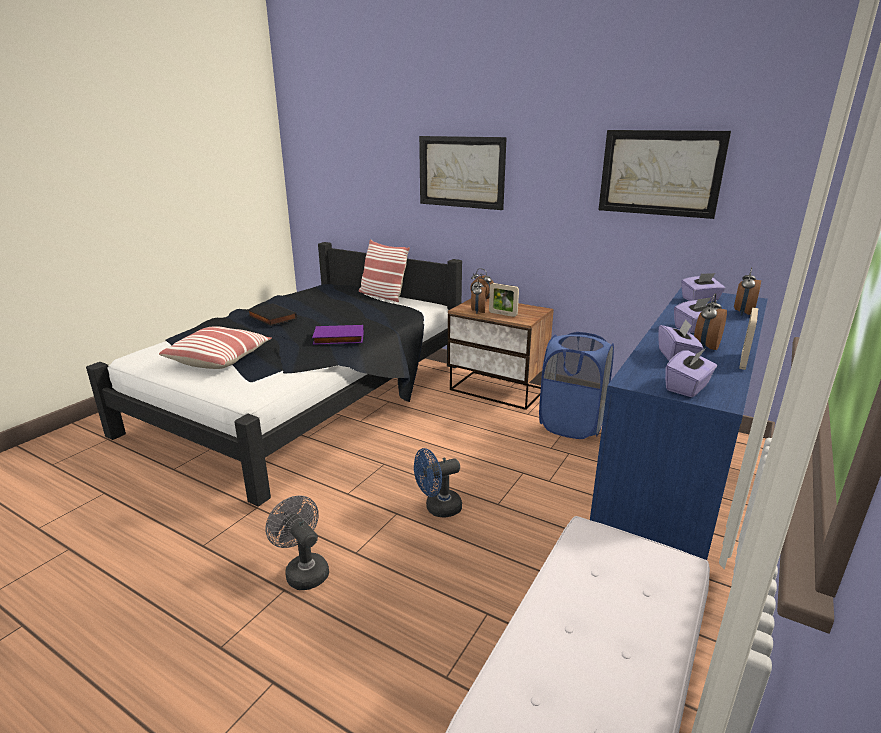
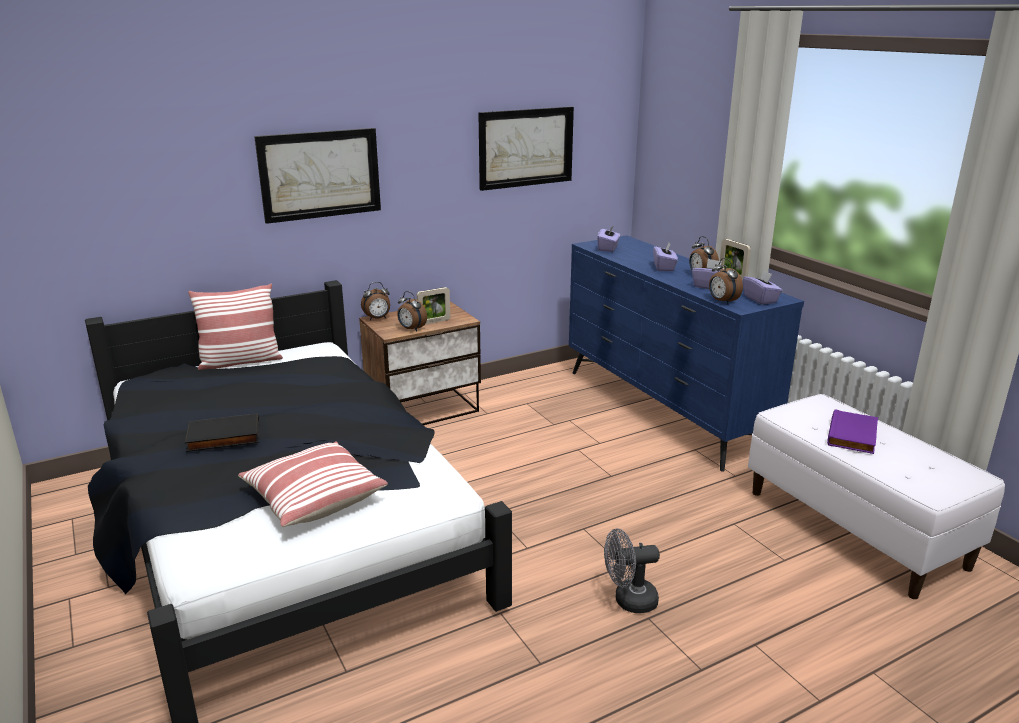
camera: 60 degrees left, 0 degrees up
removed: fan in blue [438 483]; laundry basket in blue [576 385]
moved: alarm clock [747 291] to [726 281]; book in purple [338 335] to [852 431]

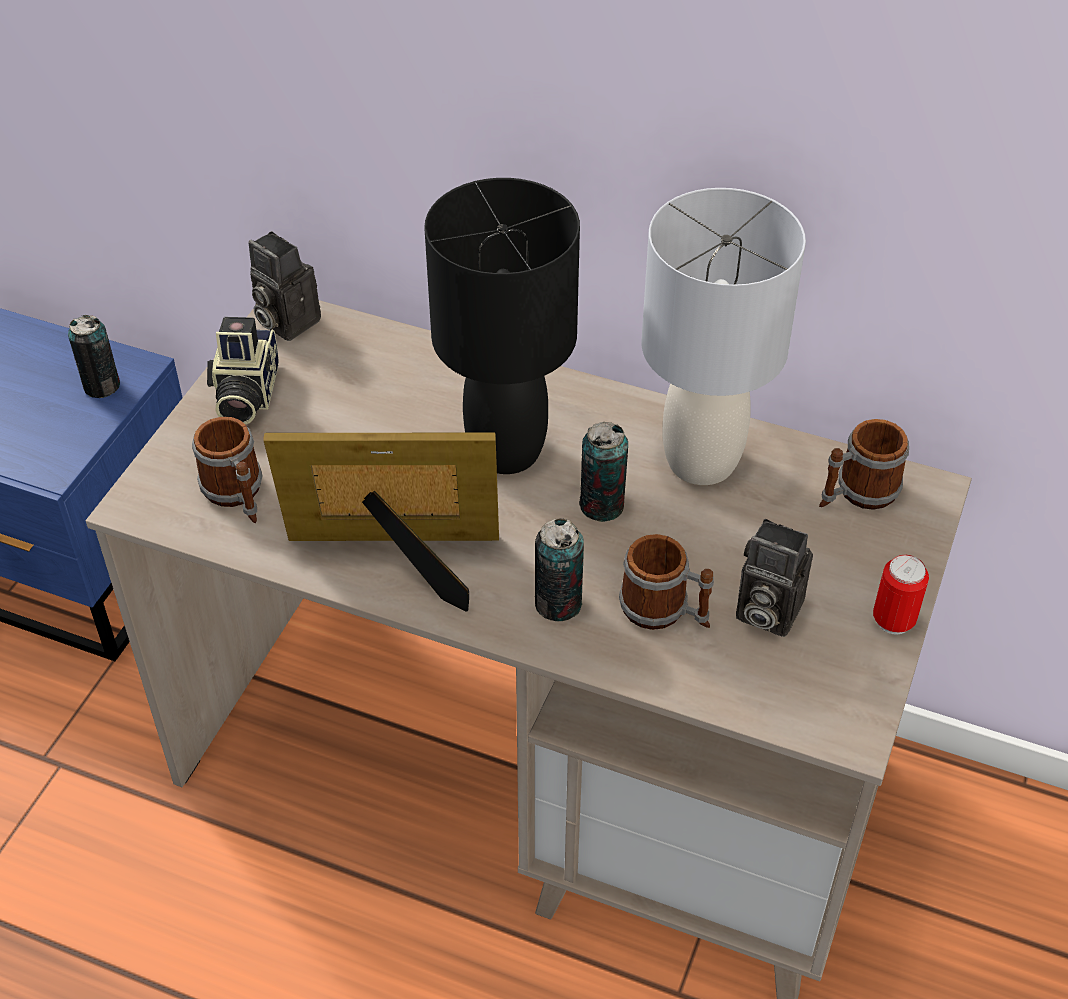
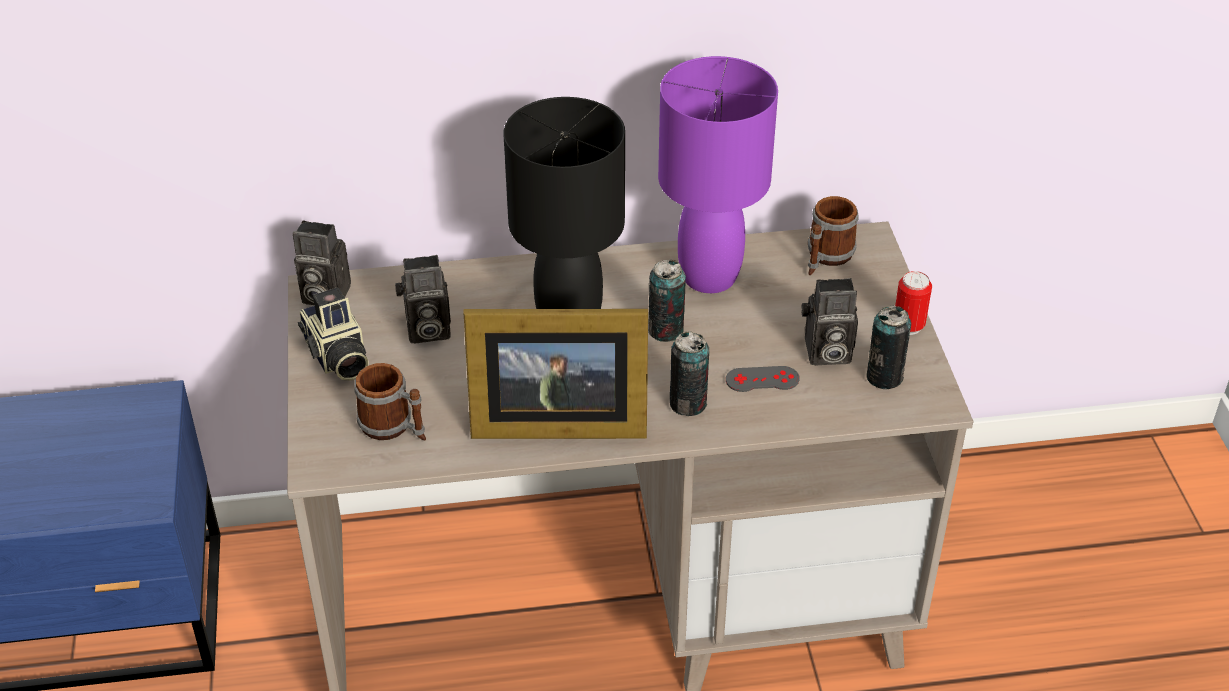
camera: 30 degrees left, 5 degrees down
added: photo camera [423 299]
moved: can [94 356] to [888 348]
replaced: mug [666 582] to game controller in grey [763 379]
recoloured: table lamp in grey [723 336] to table lamp in purple [718 174]
turned: picture frame [381 522] = [555 374] 150 degrees counterclockwise

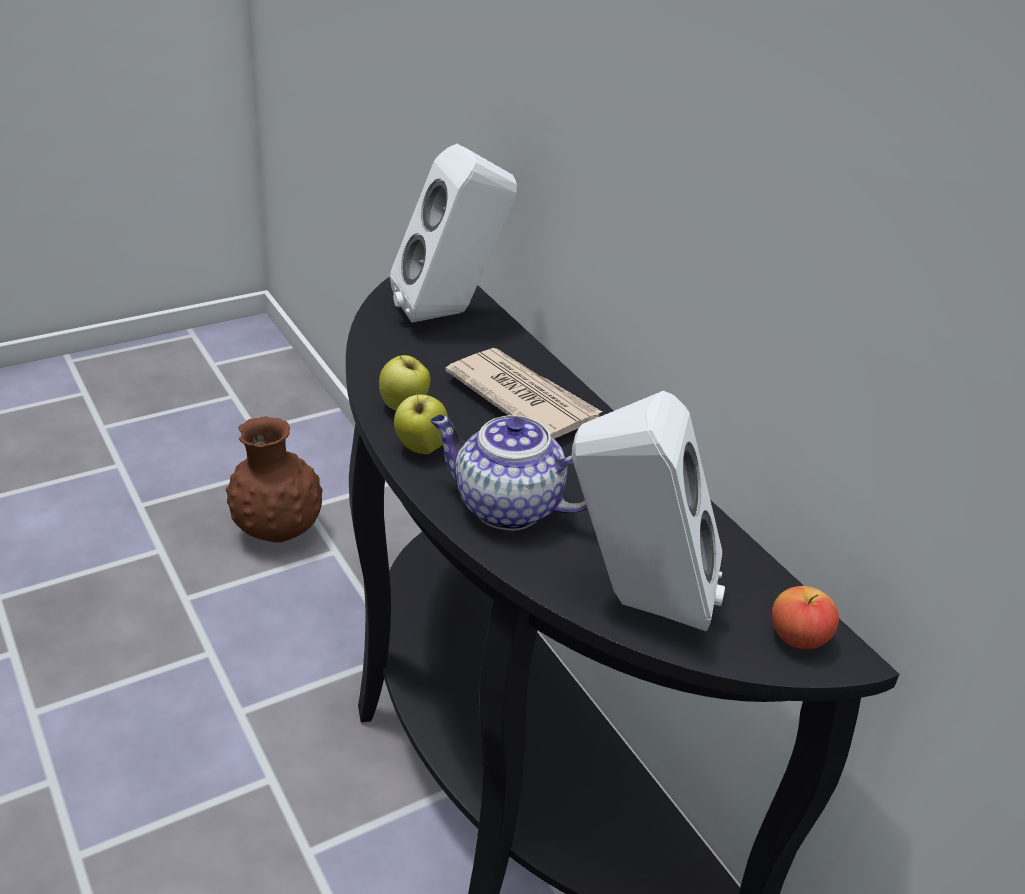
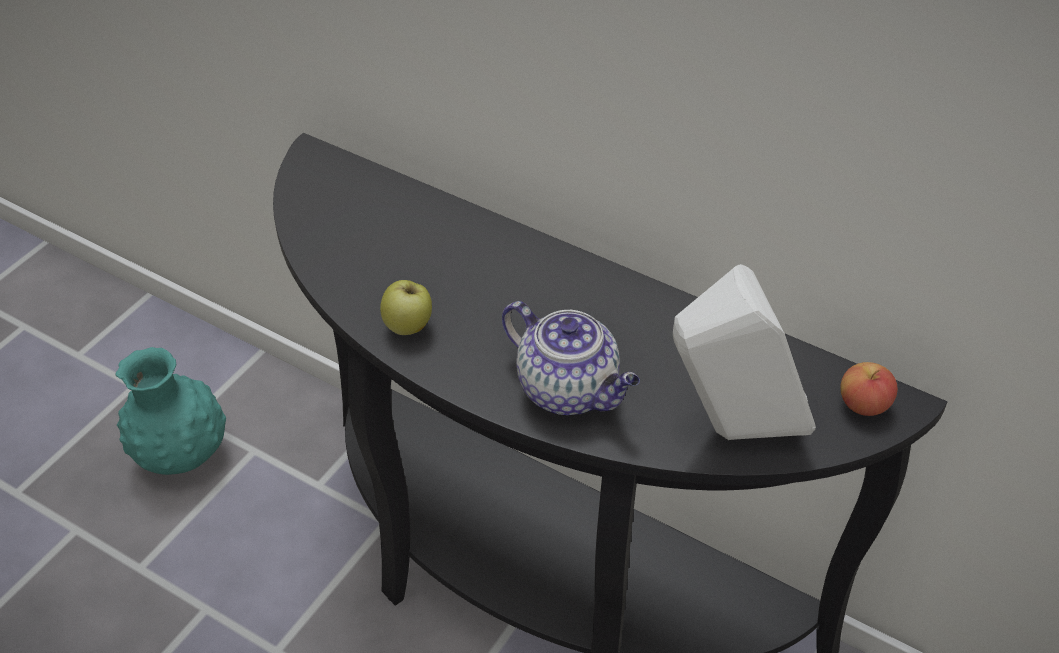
camera: 25 degrees left, 10 degrees up
removed: speaker in white [453 233]; apple [421 421]; newspaper [523 393]
recoloured: vase in brown [274 479] to vase in turquoise [170 411]
turned: teapot [509 473] = [571 358] 135 degrees counterclockwise

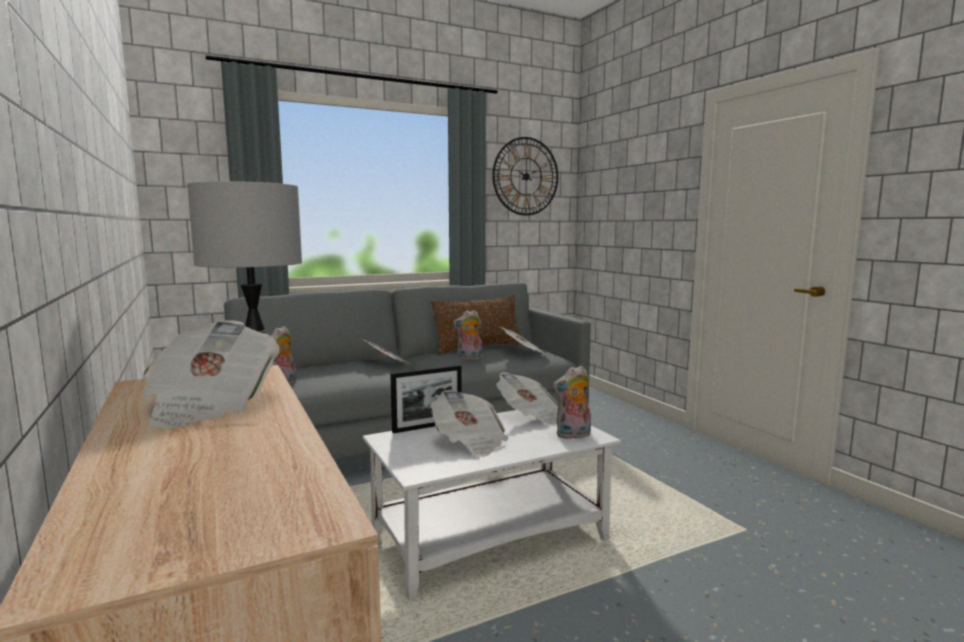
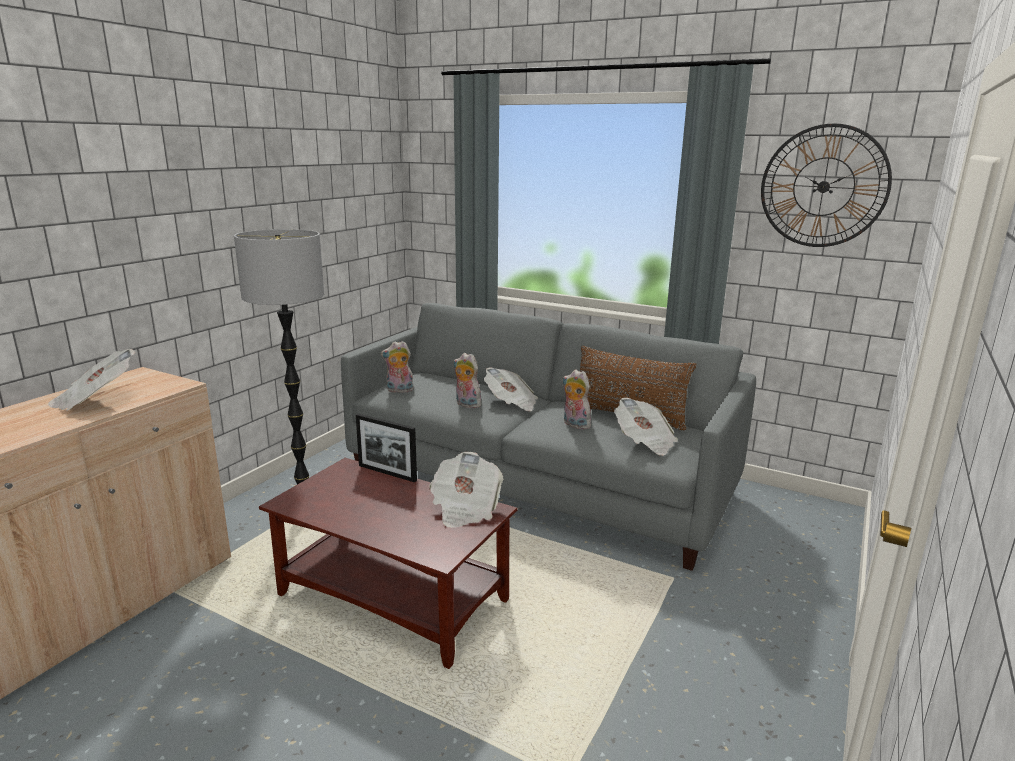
camera: 55 degrees right, 10 degrees up
removed: newspaper [470 423]
moved: plush toy [572 402] to [468 380]
recoloured: coffee table in white [492 505] to coffee table in brown [388 563]

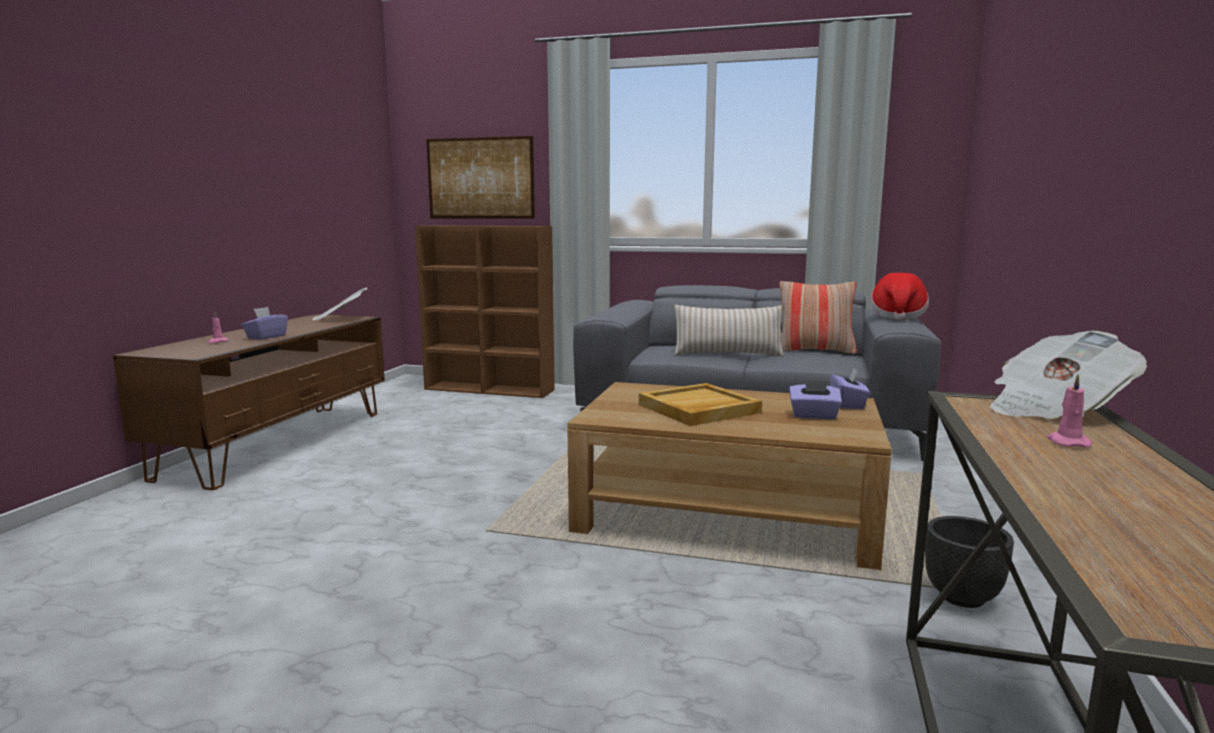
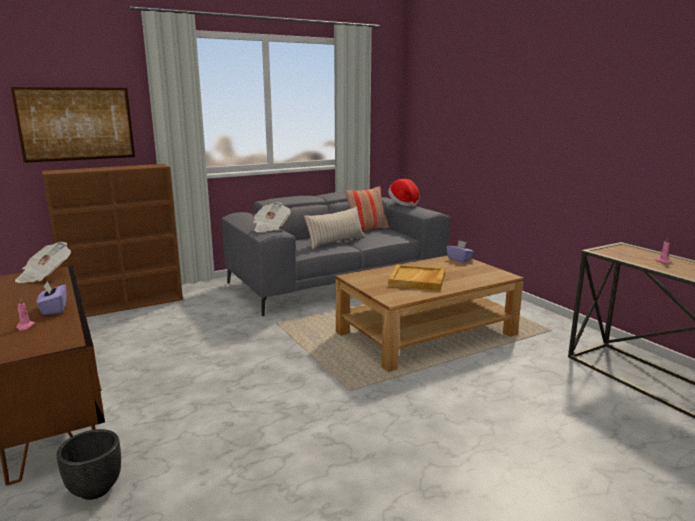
camera: 45 degrees left, 5 degrees up
removed: tissue box in purple [815 399]
moved: planter in black [969 562] to [88 464]; newspaper [1068 375] to [272 217]

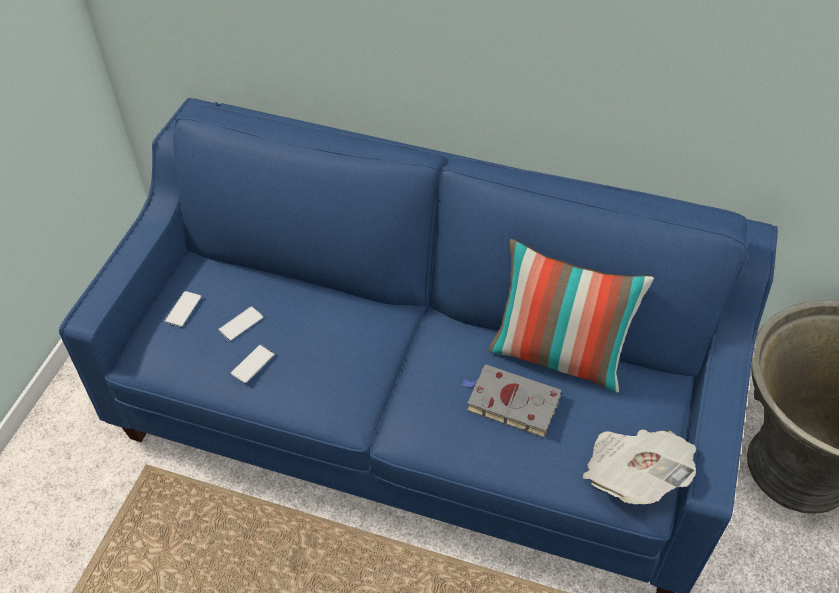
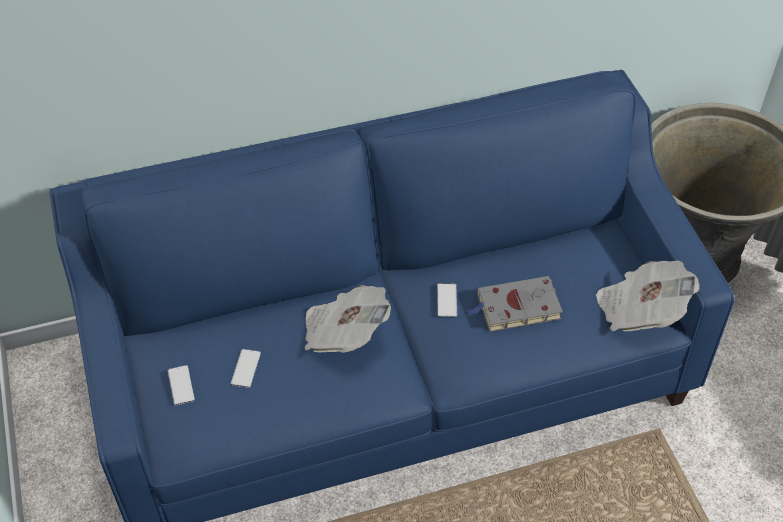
camera: 35 degrees left, 0 degrees up
removed: pillow [571 316]
added: newspaper [347 319]
moved: phone [253 363] to [447 300]

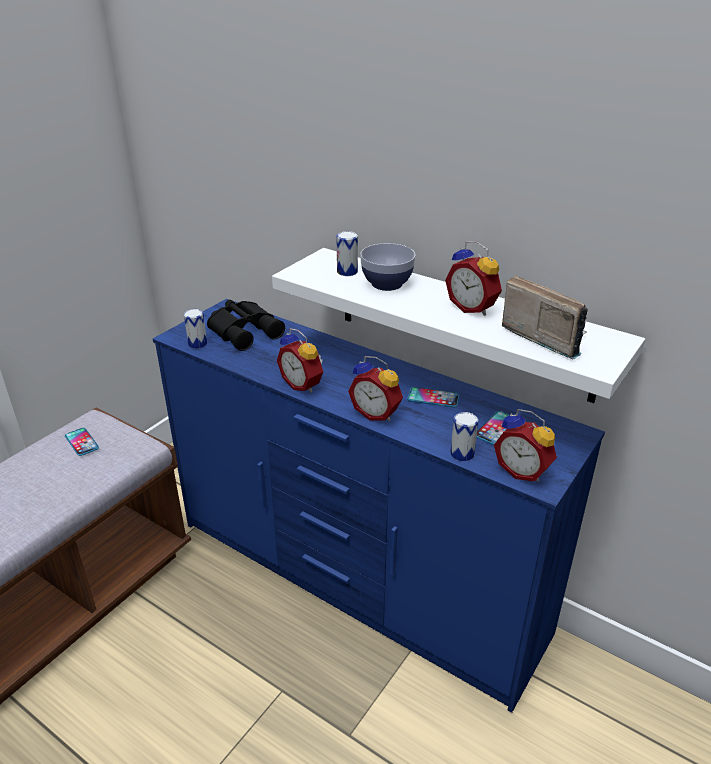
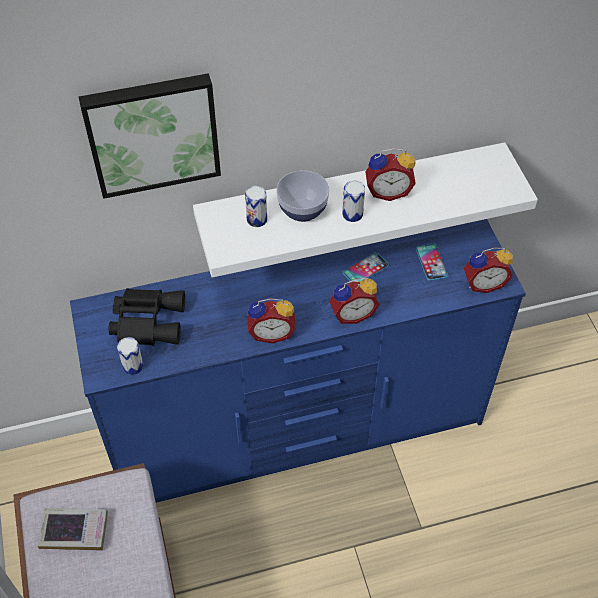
camera: 50 degrees left, 20 degrees up
removed: radio [545 317]
added: picture [150 136]
moved: can [464 436] to [353 201]
replaced: phone [82 442] to book [72 529]

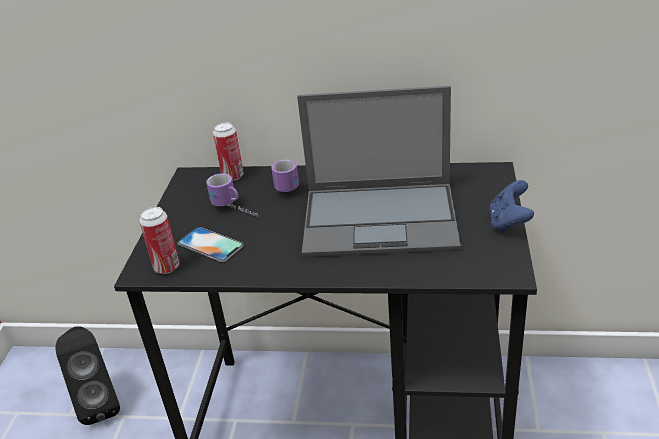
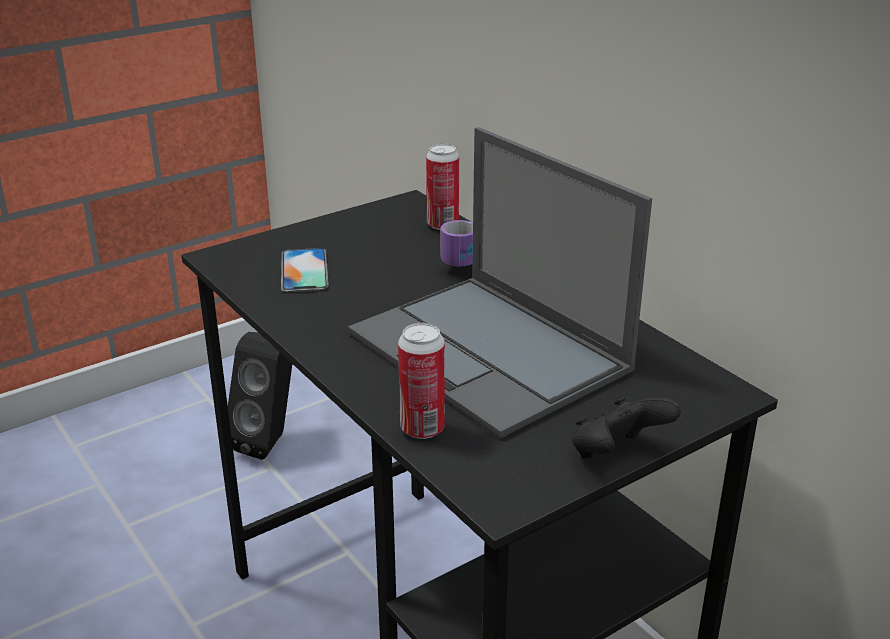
camera: 45 degrees right, 5 degrees down
removed: mug [232 195]
moved: can [159 240] to [421 381]
recoloured: game controller in blue [511 206] to game controller in black [626 428]

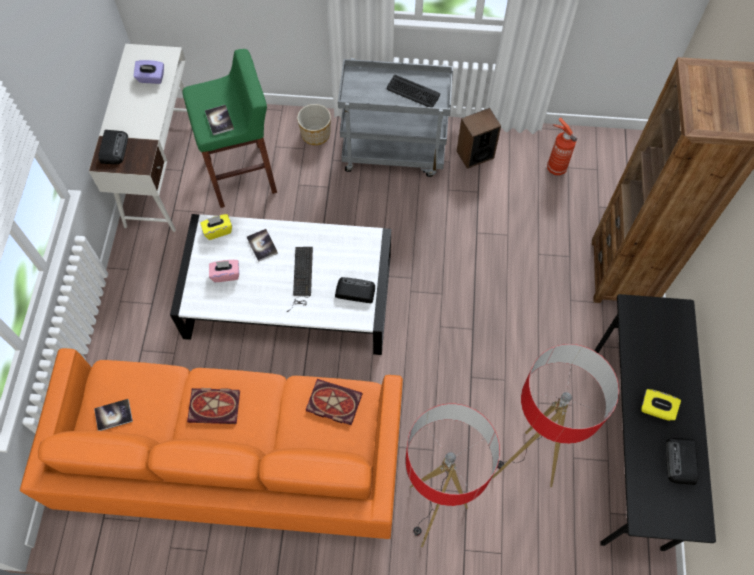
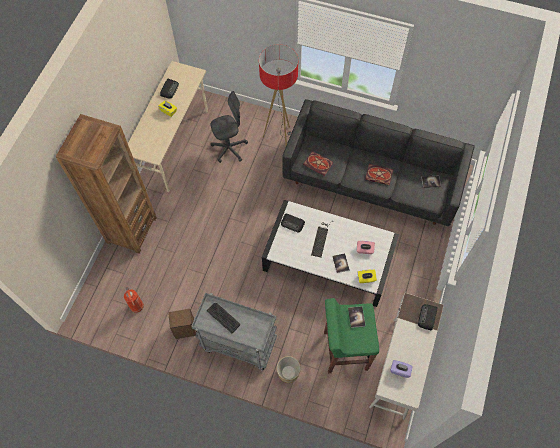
camera: 165 degrees left, 0 degrees up
replaced: floor lamp [555 415] to office chair in grey [229 127]
recoloured: desk in black [655 422] to desk in beige [168 126]; sofa in orange [211 443] to sofa in black [378 162]

